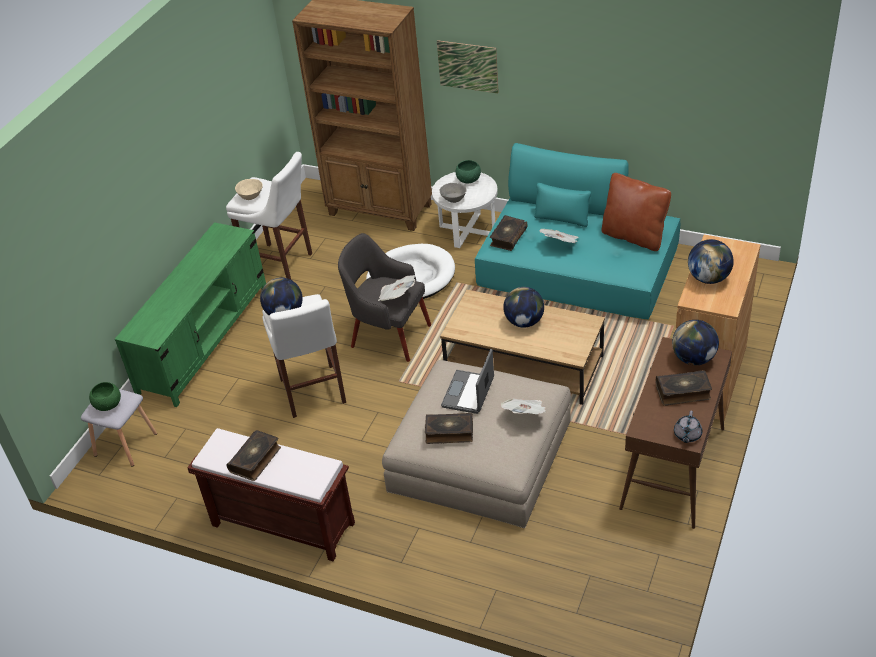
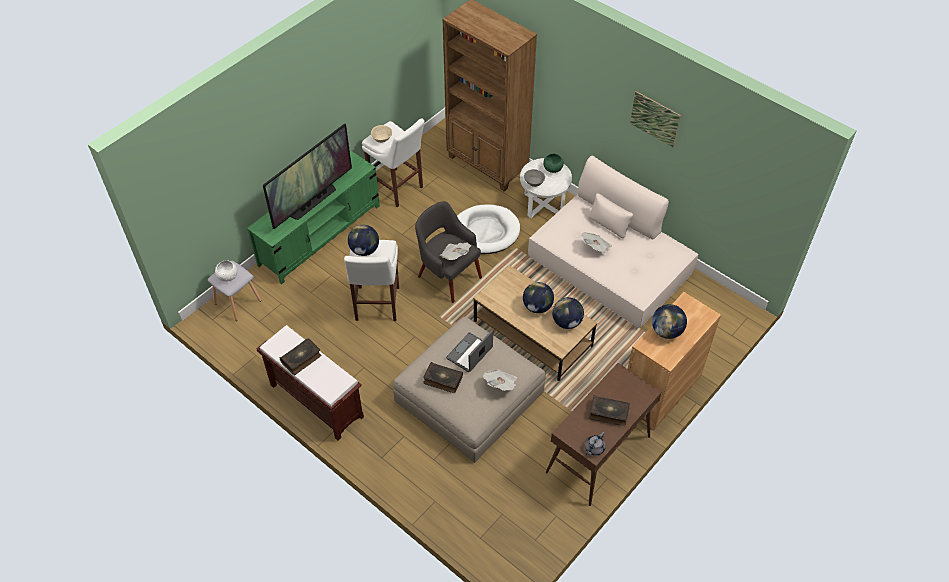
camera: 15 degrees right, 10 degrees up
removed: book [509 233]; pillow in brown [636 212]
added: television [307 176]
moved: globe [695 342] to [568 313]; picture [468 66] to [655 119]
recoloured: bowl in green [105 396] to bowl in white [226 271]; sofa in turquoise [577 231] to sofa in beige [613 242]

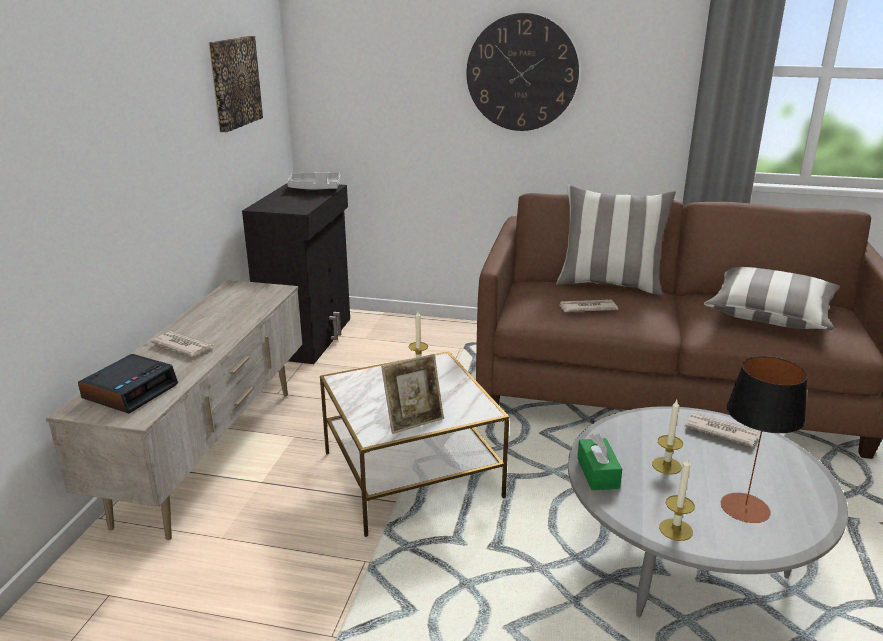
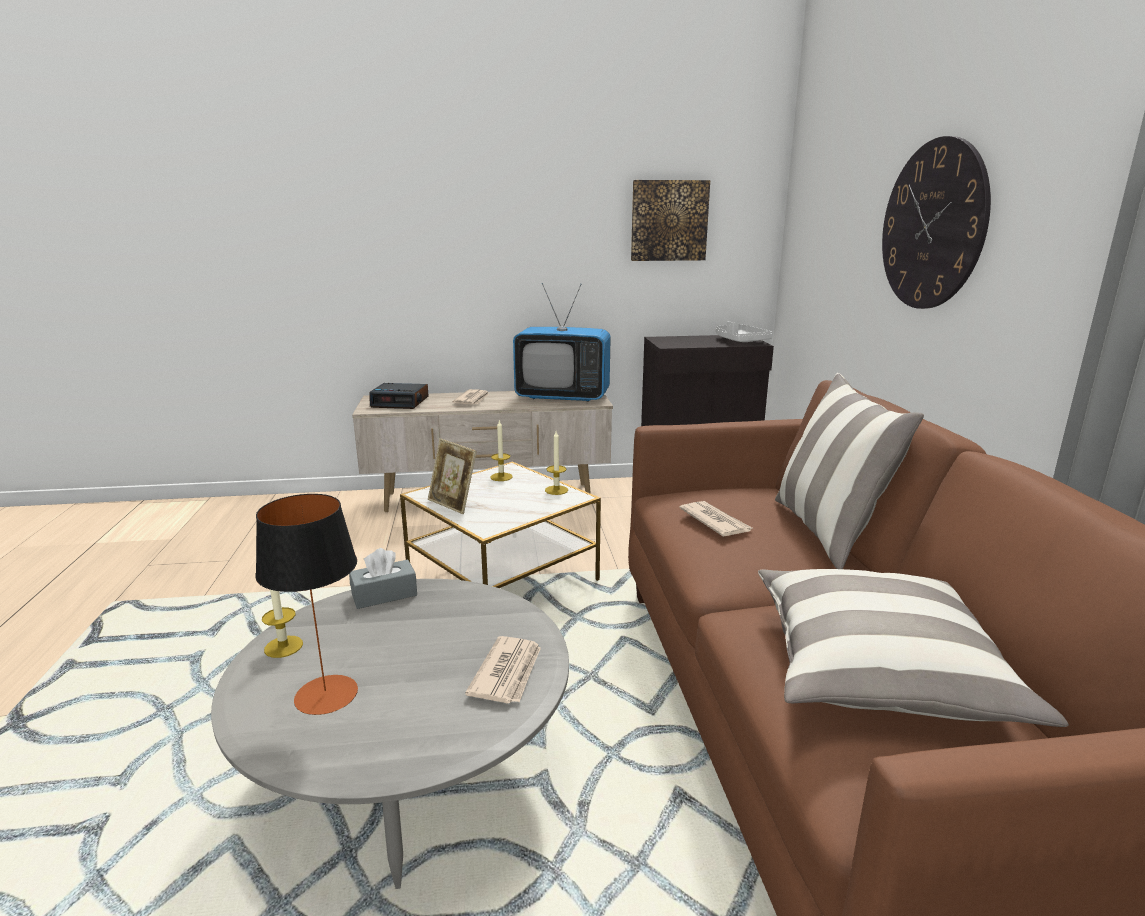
camera: 70 degrees right, 5 degrees down
added: television [562 342]
moved: candle [667 437] to [501 450]
recoloured: tissue box in green [599 462] to tissue box in grey [383 578]

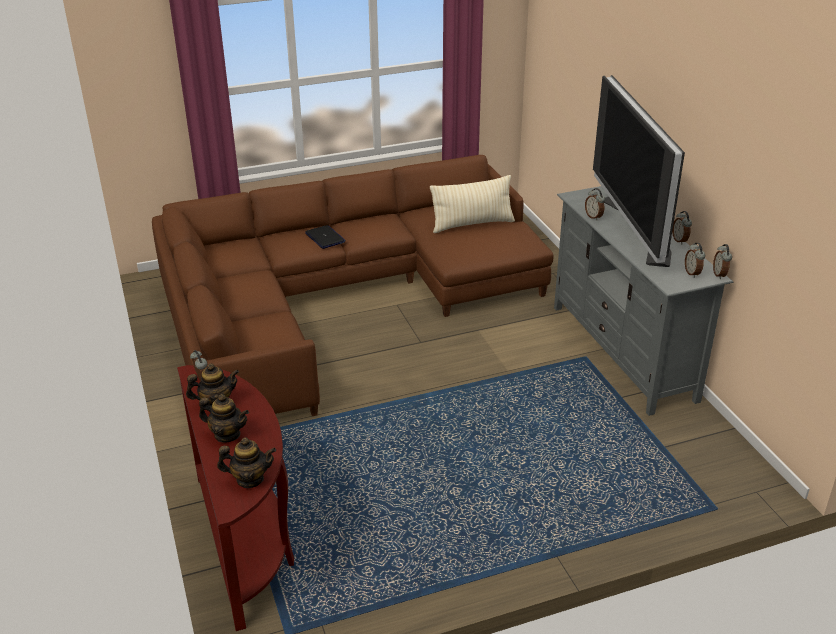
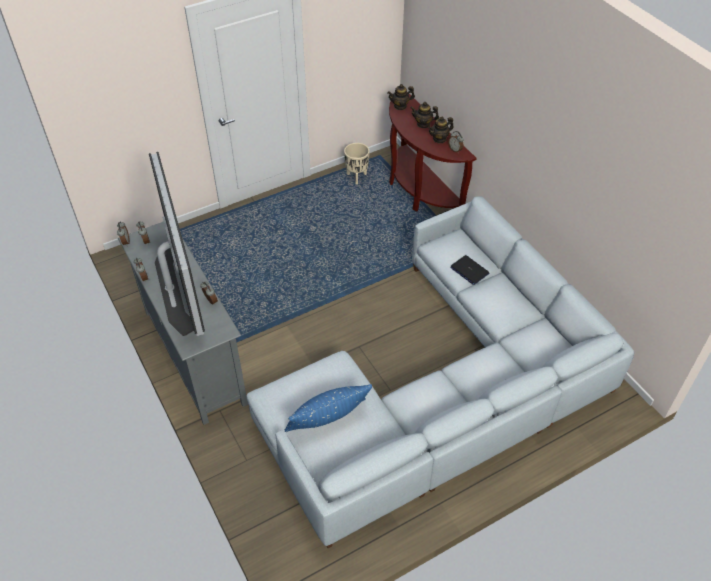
camera: 170 degrees right, 15 degrees up
added: planter in beige [356 164]
moved: laptop [325 237] to [469 270]
recoloured: sofa in brown [353 285] to sofa in grey [440 372]; pillow in beige [472 204] to pillow in blue [328 408]

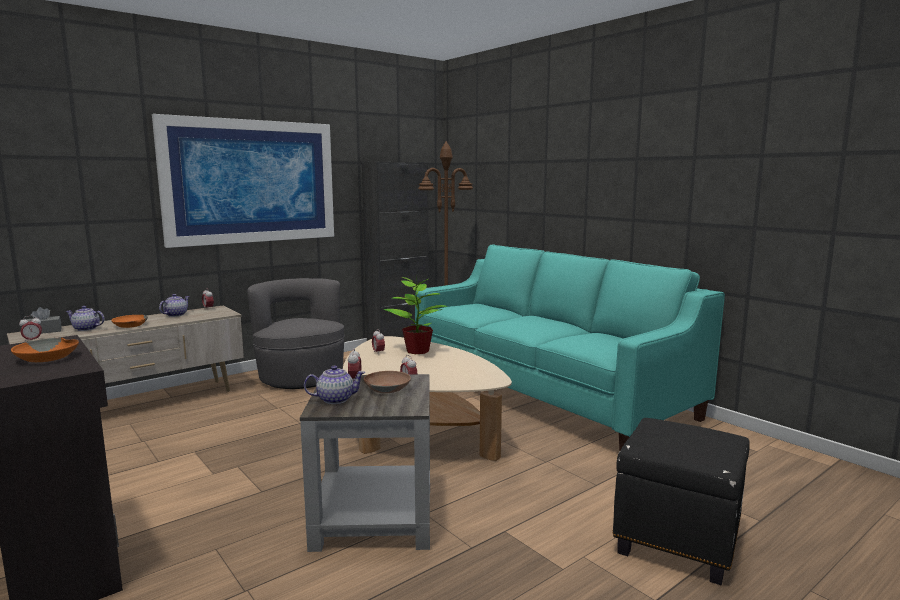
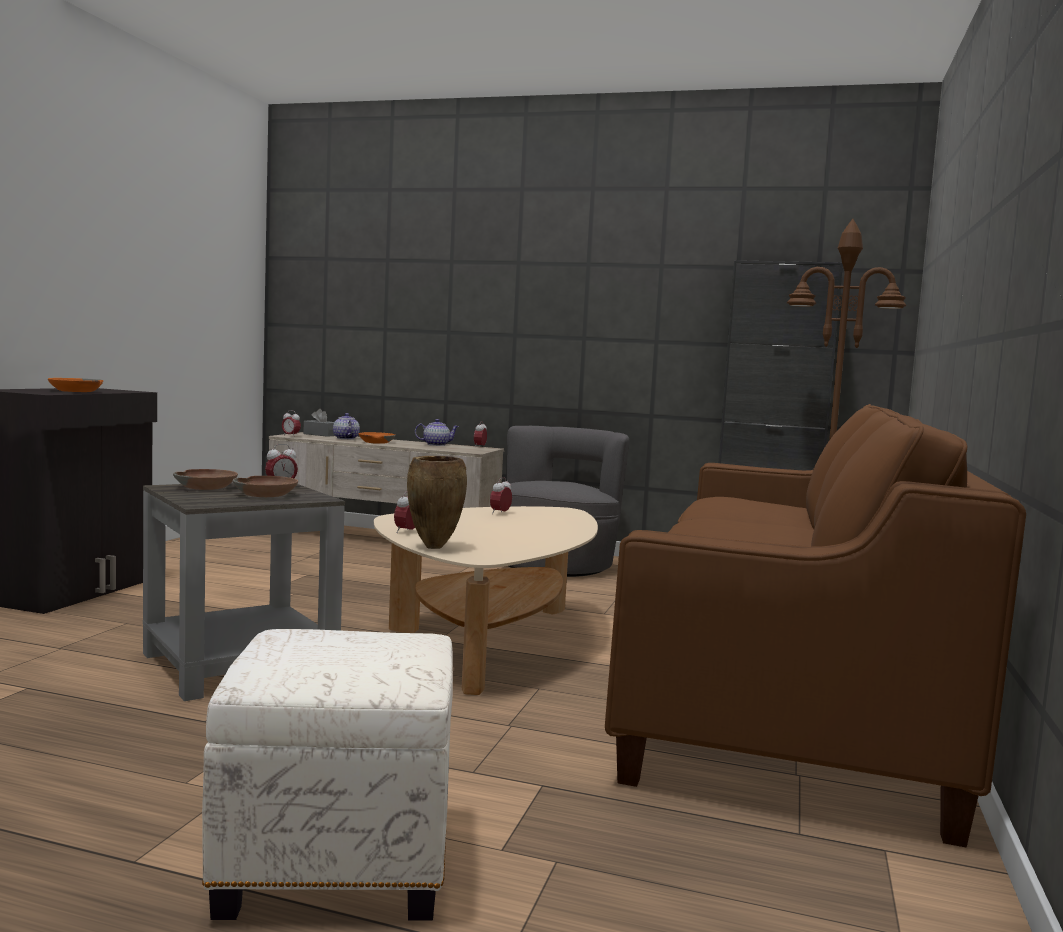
camera: 55 degrees right, 5 degrees down
removed: picture [243 181]; potted plant [415 313]
added: vase in brown [437 502]
replaced: teapot [334 384] to bowl in brown [205 479]
recoloured: ottoman in black [681 501] to ottoman in white [327 774]; sofa in turquoise [570 348] to sofa in brown [815 625]

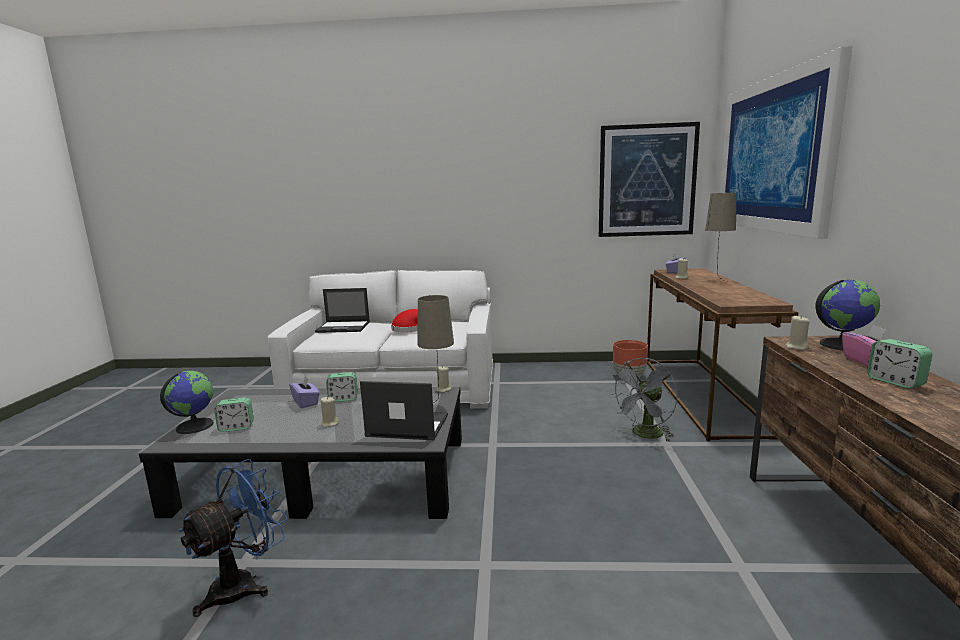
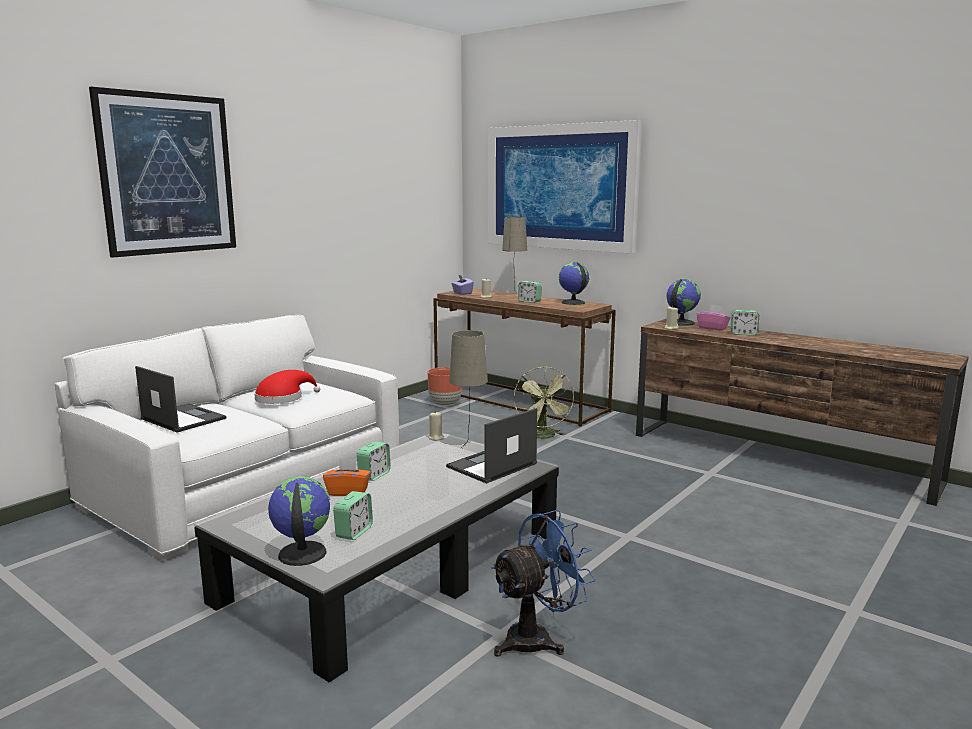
camera: 55 degrees left, 0 degrees up
removed: candle in beige [330 412]
added: alarm clock [530 292]; globe [574 283]
moved: picture [649 179] to [162 172]
recoloured: tissue box in purple [304 392] to tissue box in orange [347 477]; fan in grey [644 400] to fan in green [544 402]
turned: laptop [342 310] = [180 399] 90 degrees counterclockwise; fan in blue [232 538] = [543 583] 75 degrees clockwise

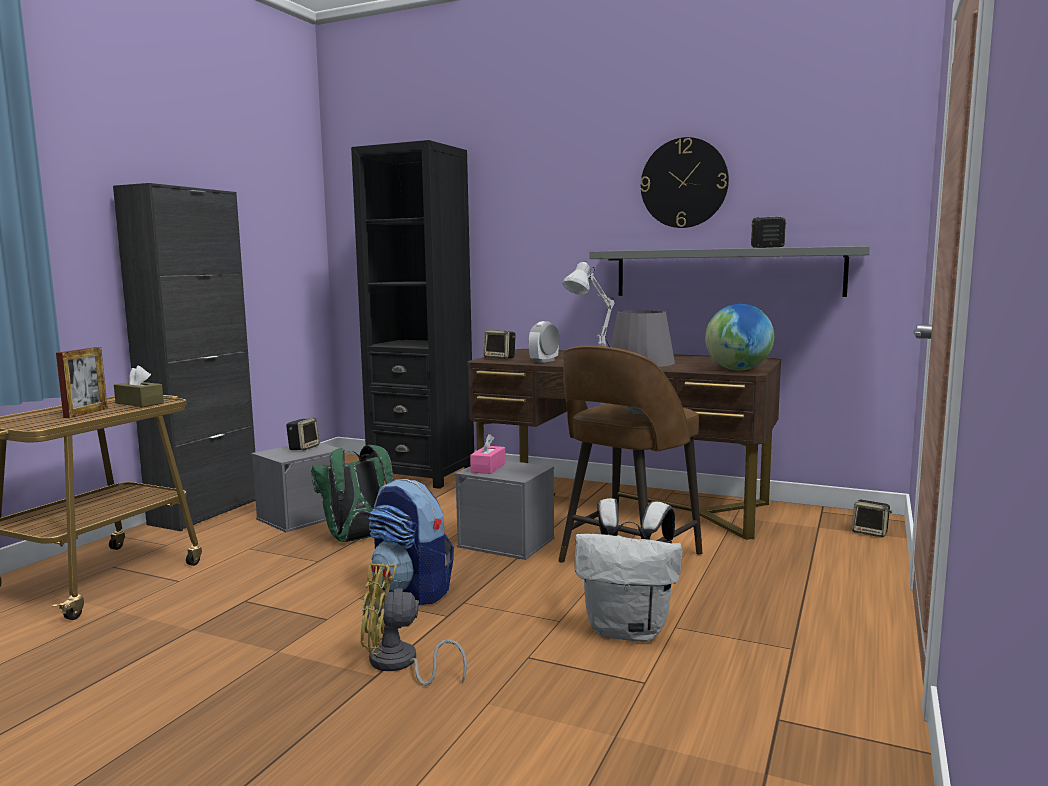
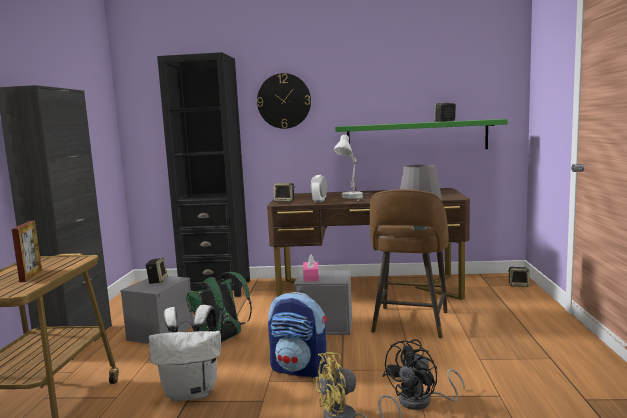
camera: 20 degrees left, 0 degrees up
removed: tissue box in brown [139 386]; globe [739 337]
added: fan in black [424 374]
moved: backpack in white [629 570] to [185 353]; wall clock [685 182] to [284 101]
recoloured: shelf in grey [730 271] to shelf in green [421 134]

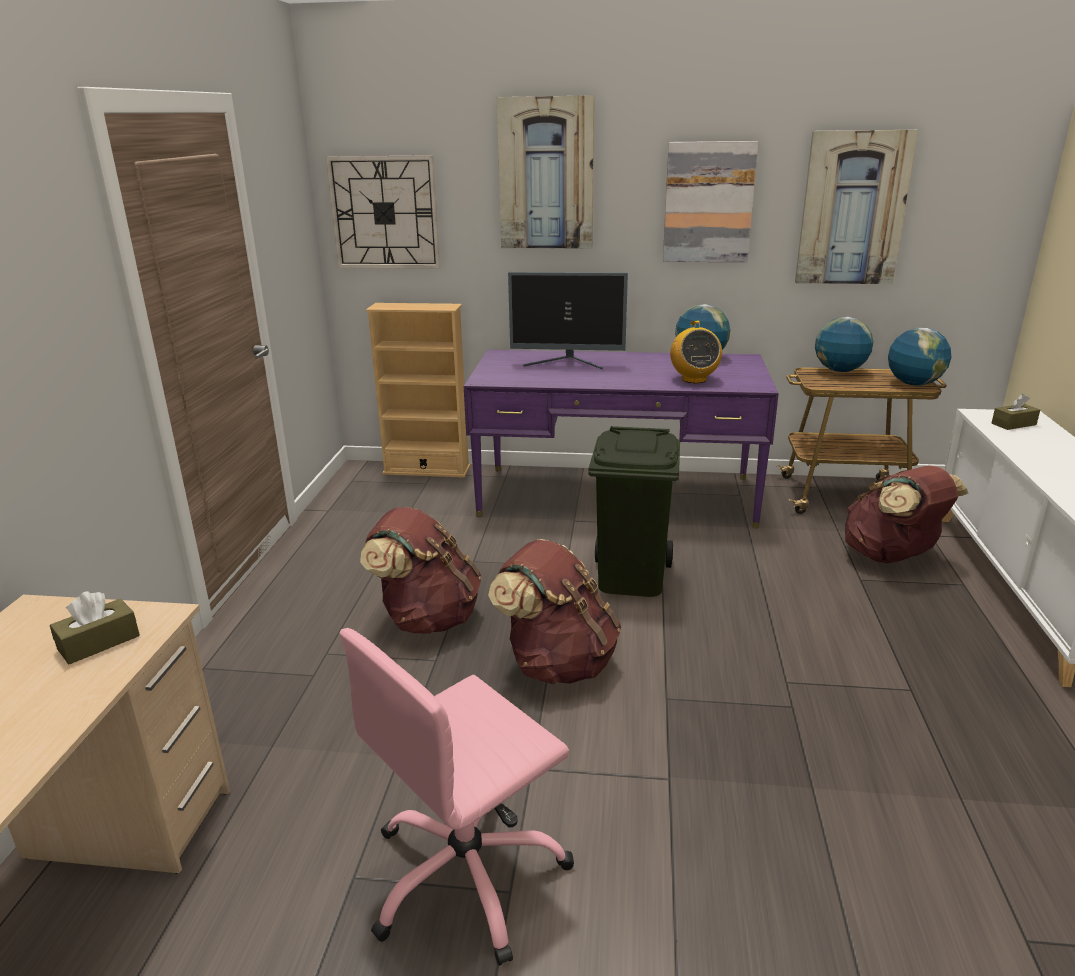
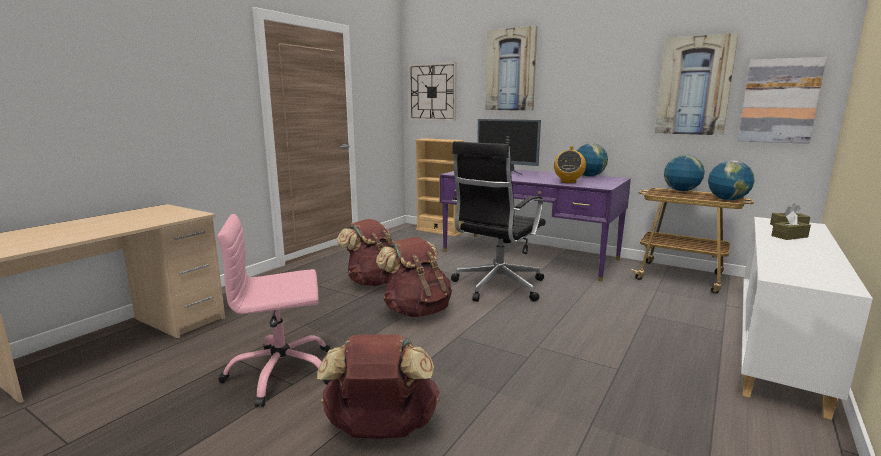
camera: 25 degrees right, 10 degrees down
moved: backpack in brown [907 514] to [378 387]; picture [710 201] to [782 100]; tissue box in brown [95 627] to [791 225]
replaced: trash can in green [634 511] to office chair in black [498 221]

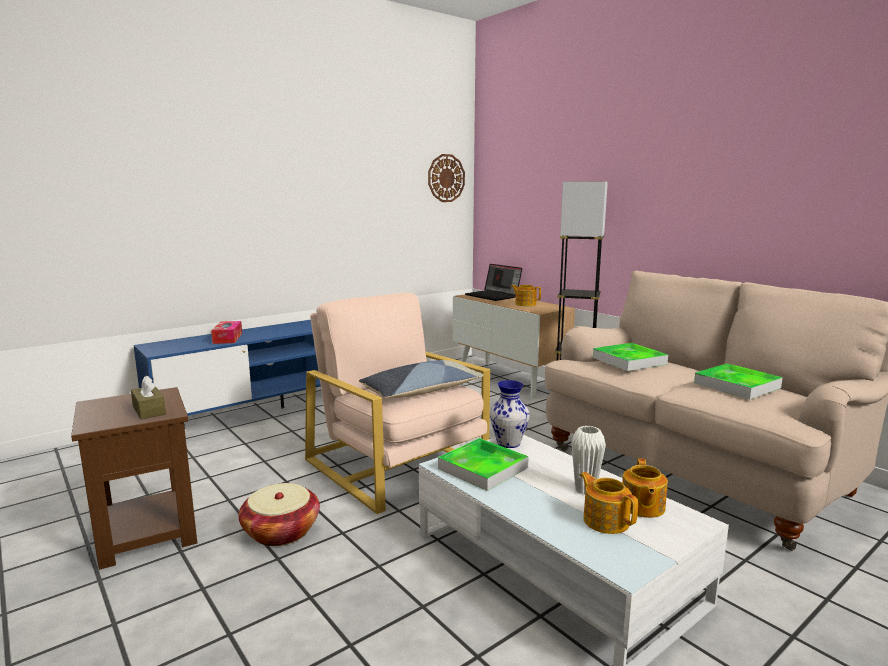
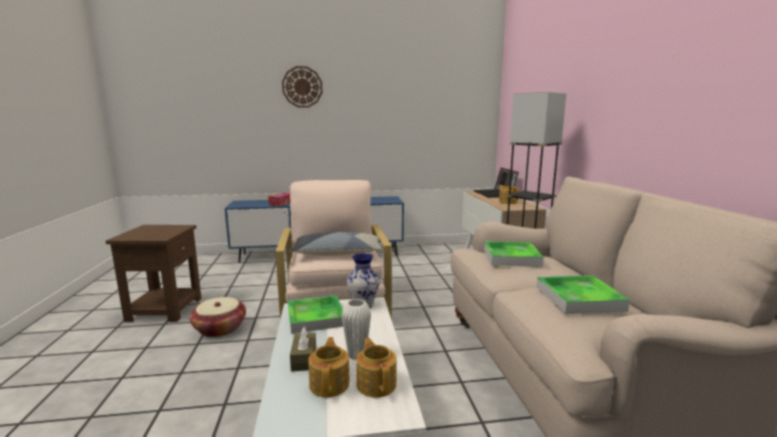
camera: 30 degrees right, 0 degrees up
moved: wall clock [446 178] to [302 87]; tissue box in brown [148 397] to [303 349]
turned: teapot [645 488] = [376 367] 120 degrees clockwise

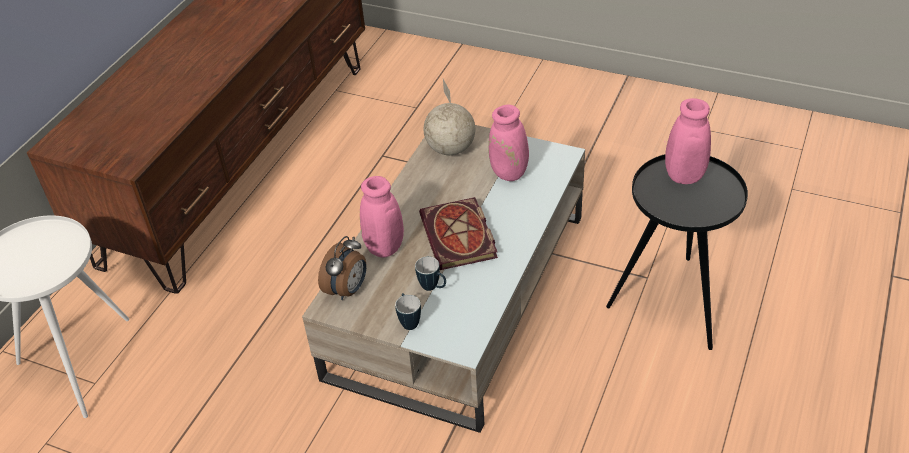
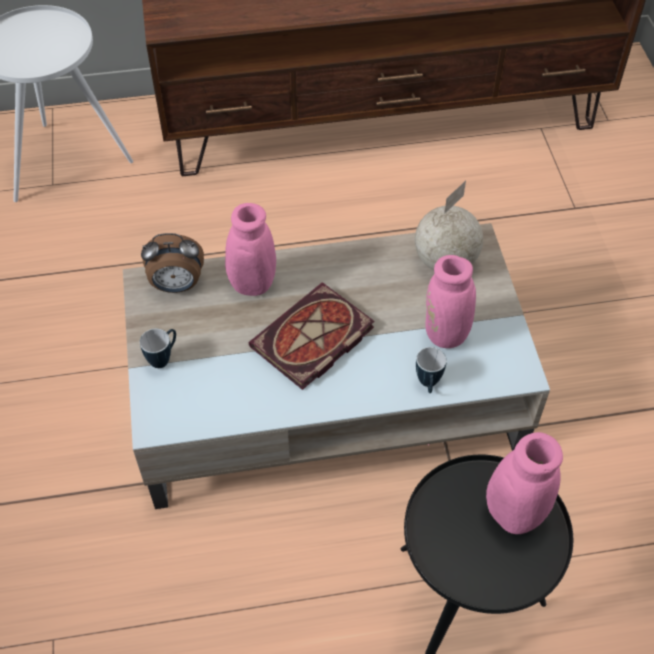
camera: 55 degrees right, 10 degrees up
moved: mug [430 273] to [431 370]

